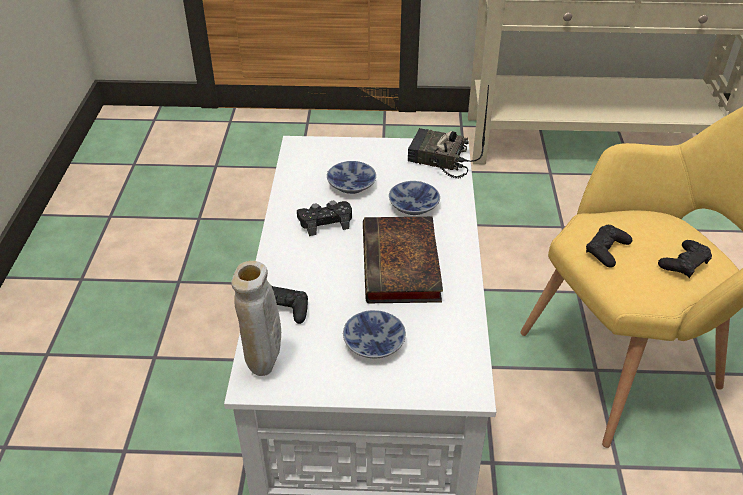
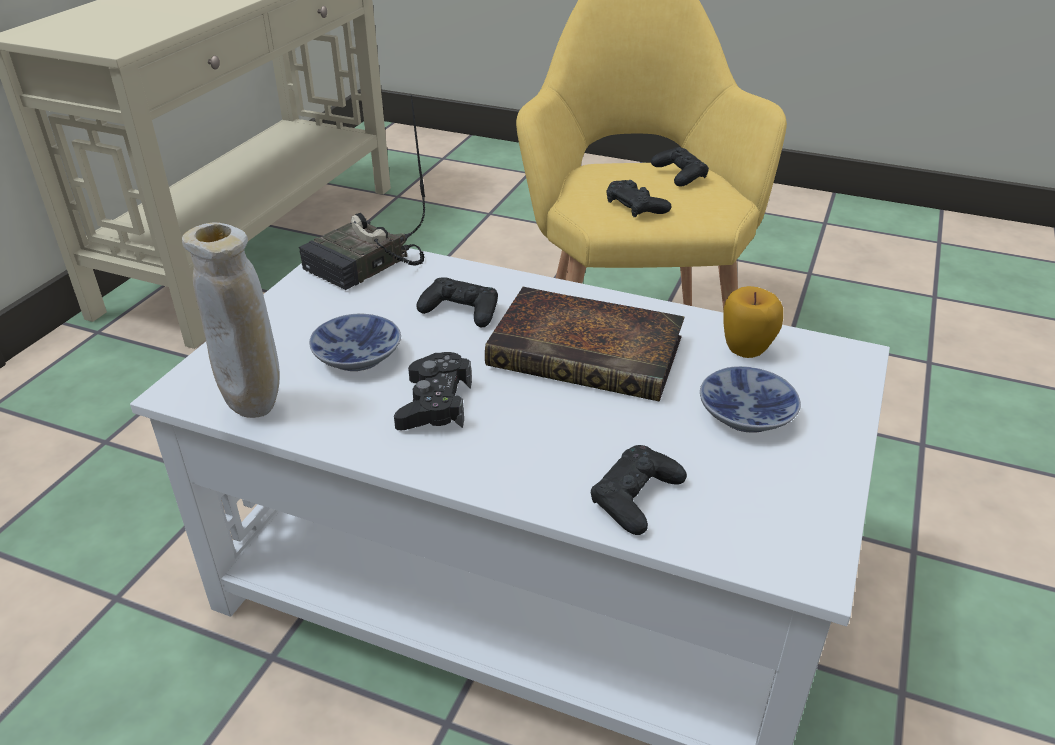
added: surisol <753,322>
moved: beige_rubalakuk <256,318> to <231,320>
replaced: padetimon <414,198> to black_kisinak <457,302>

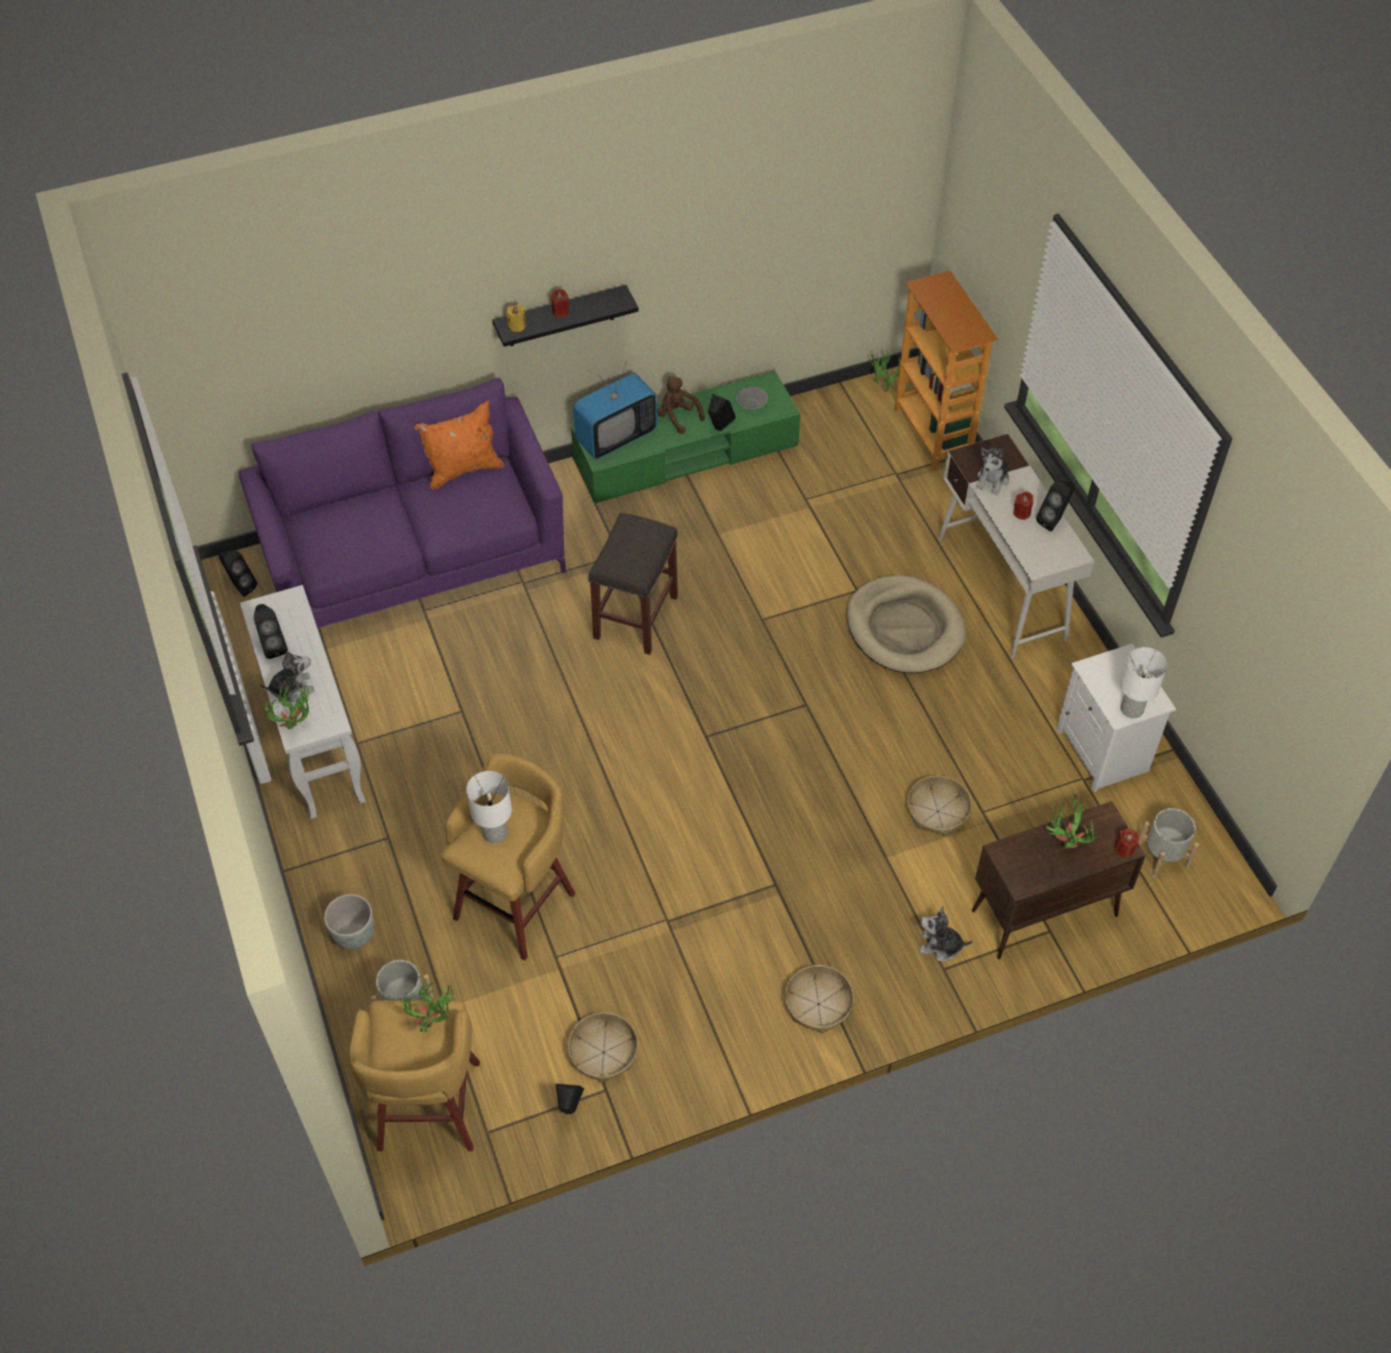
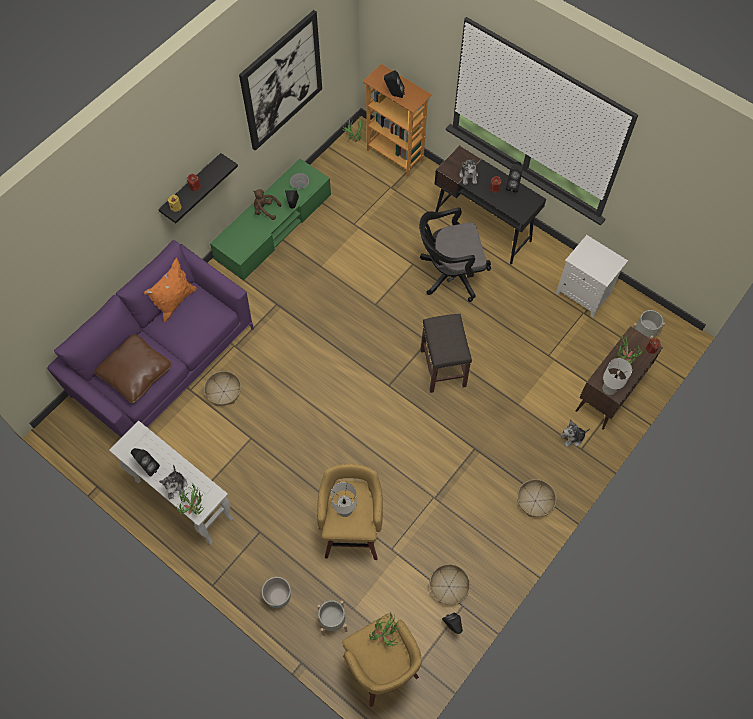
removed: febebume <615,410>
added: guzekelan <280,80>; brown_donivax <133,368>
moved: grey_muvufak <633,584> to <446,353>; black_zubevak <238,573> to <394,84>; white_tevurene <1143,682> to <617,376>; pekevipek <939,805> to <222,388>
replaced: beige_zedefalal <906,624> to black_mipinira <455,254>
recoloured: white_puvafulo <1016,545> to black_puvafulo <490,204>
turned: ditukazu <287,676> = <173,482> 135 degrees clockwise

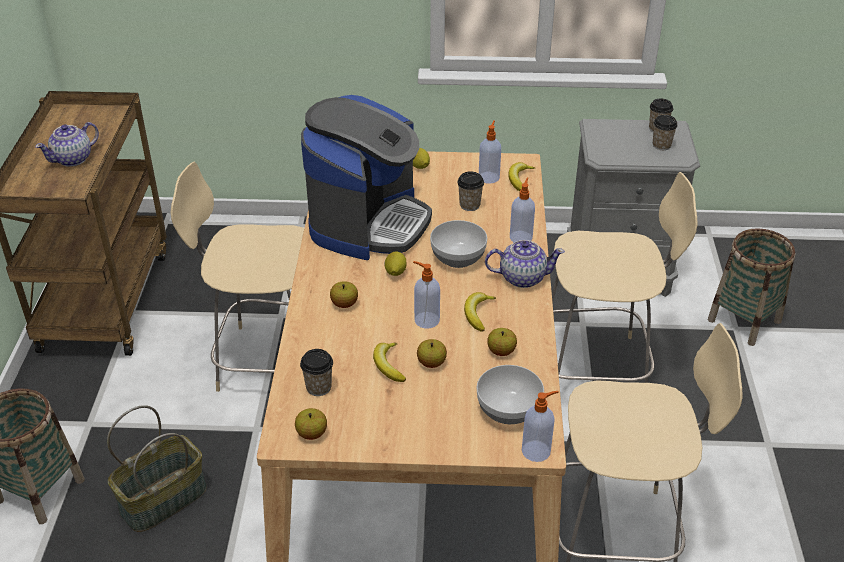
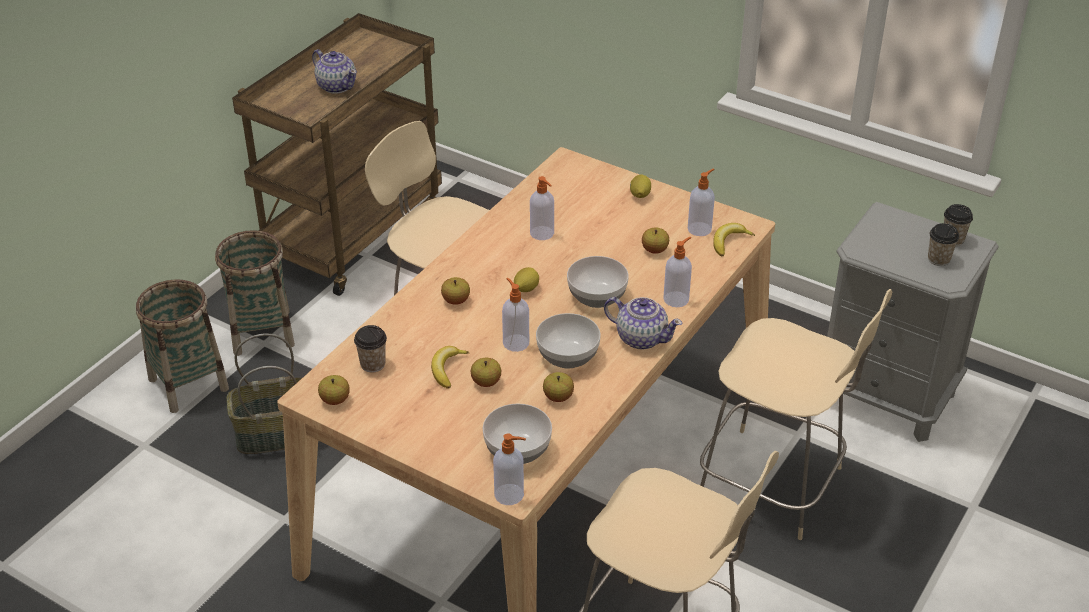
moved: pekevipek <752,287> to <255,293>
replaced: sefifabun <366,177> to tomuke <542,208>; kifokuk <470,191> to surisol <655,241>; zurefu <480,312> to padetimon <568,341>
turned: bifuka <67,144> = <334,71> 120 degrees counterclockwise

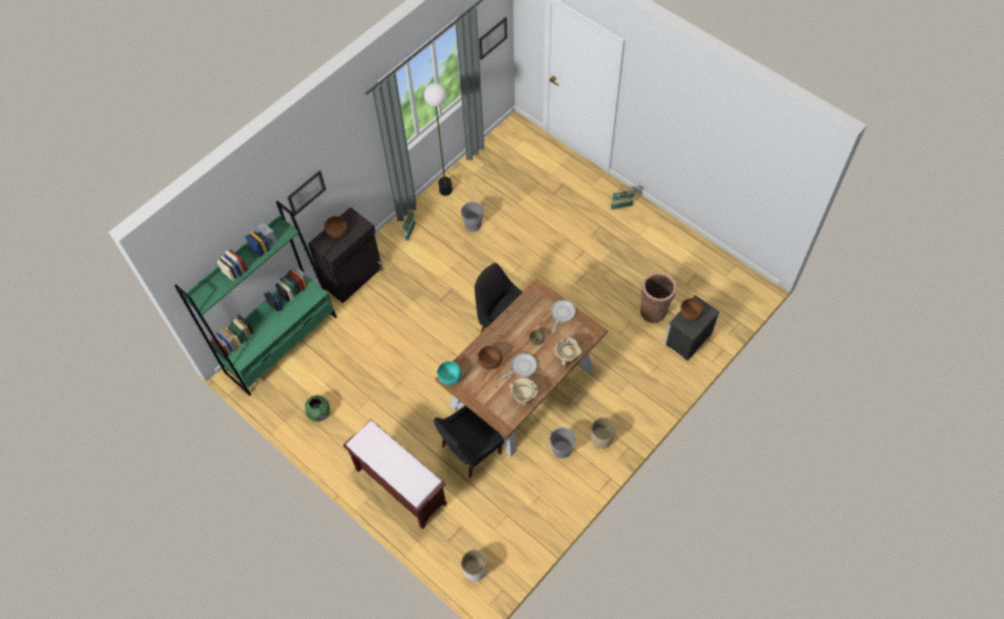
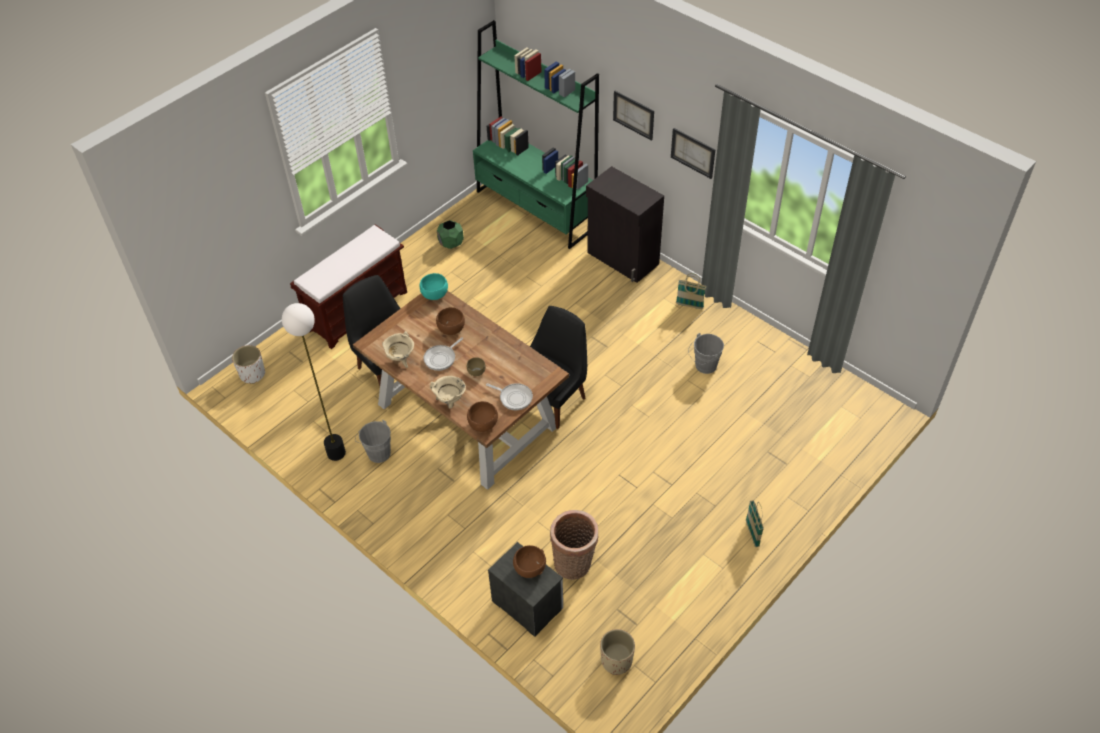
moved: guzekelan <493,38> to <693,153>; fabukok <438,139> to <314,382>; brown_padetimon <335,227> to <482,416>; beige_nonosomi <603,432> to <617,652>
turned: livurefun <519,366> = <443,354> 75 degrees clockwise

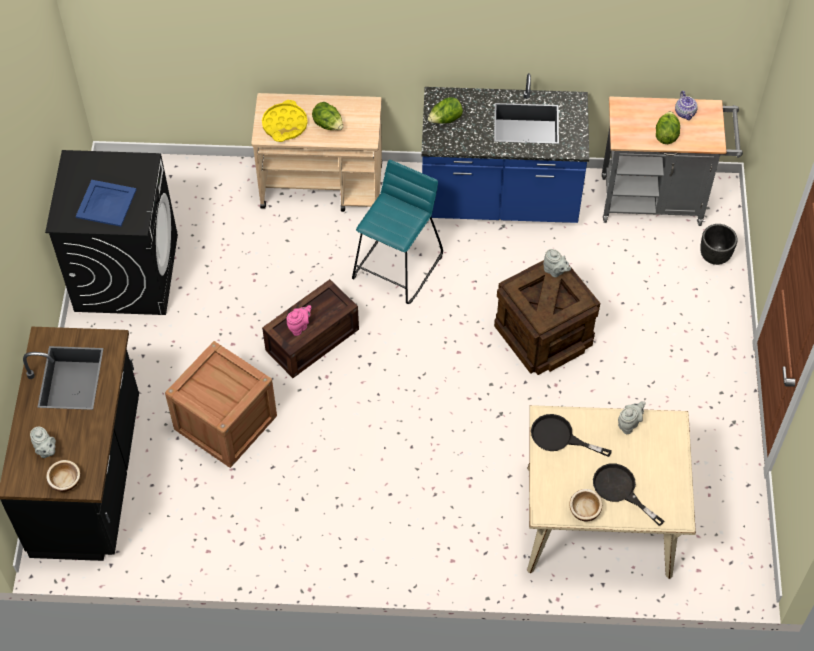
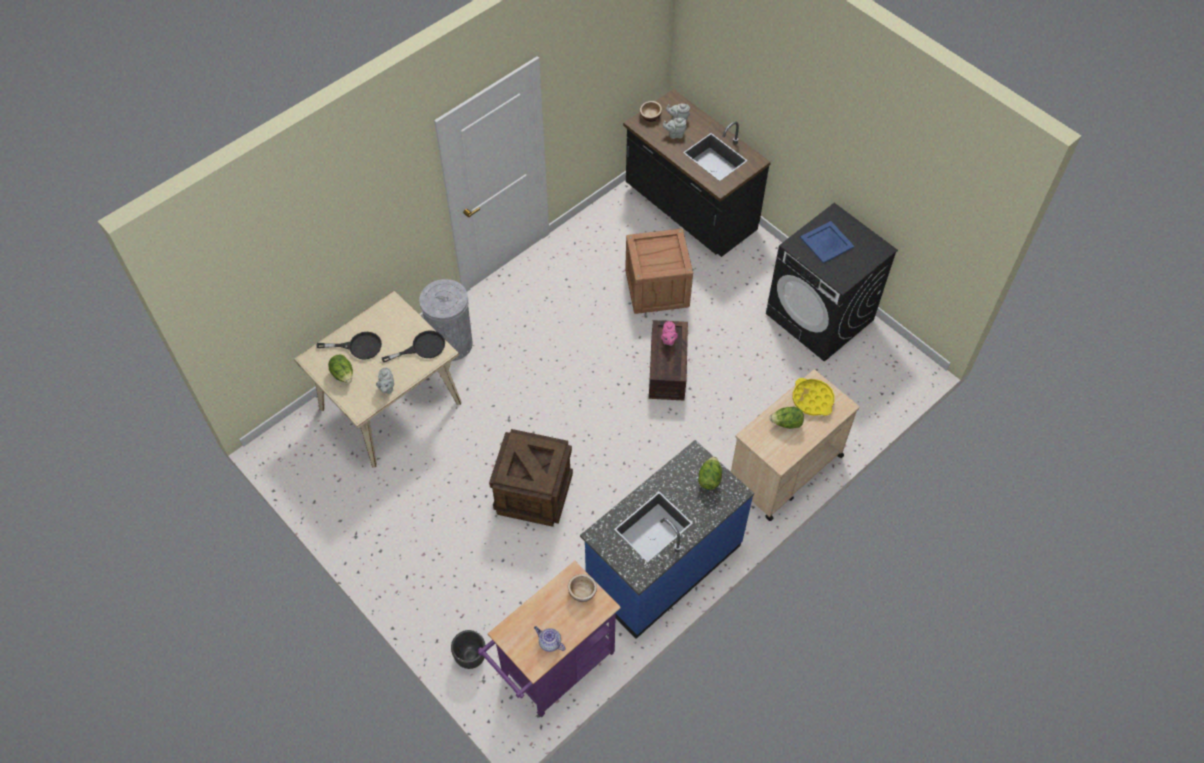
removed: turquoise_muvufak <397,232>
added: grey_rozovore <446,320>
moved: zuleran <668,127> to <340,369>; grey_bifuka <557,263> to <675,128>; padetimon <585,505> to <582,588>
recoloured: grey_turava <672,161> to purple_turava <549,639>

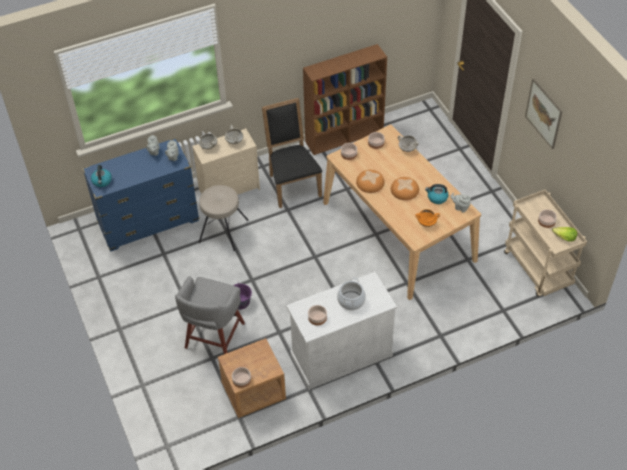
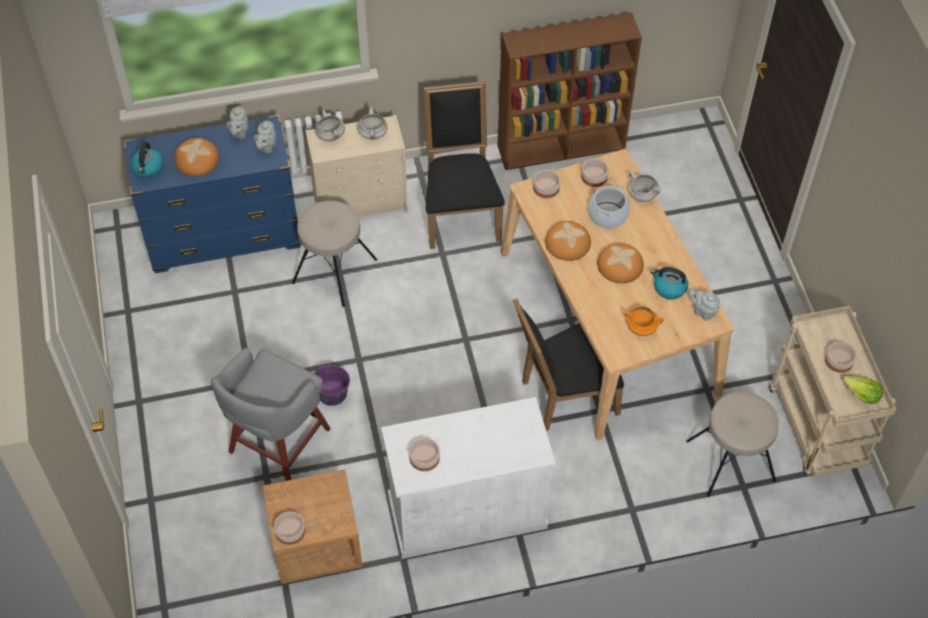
removed: guzekelan <543,113>
added: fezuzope <196,157>; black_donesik <568,364>; beige_muvufak <732,444>
moved: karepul <351,294> to <609,206>

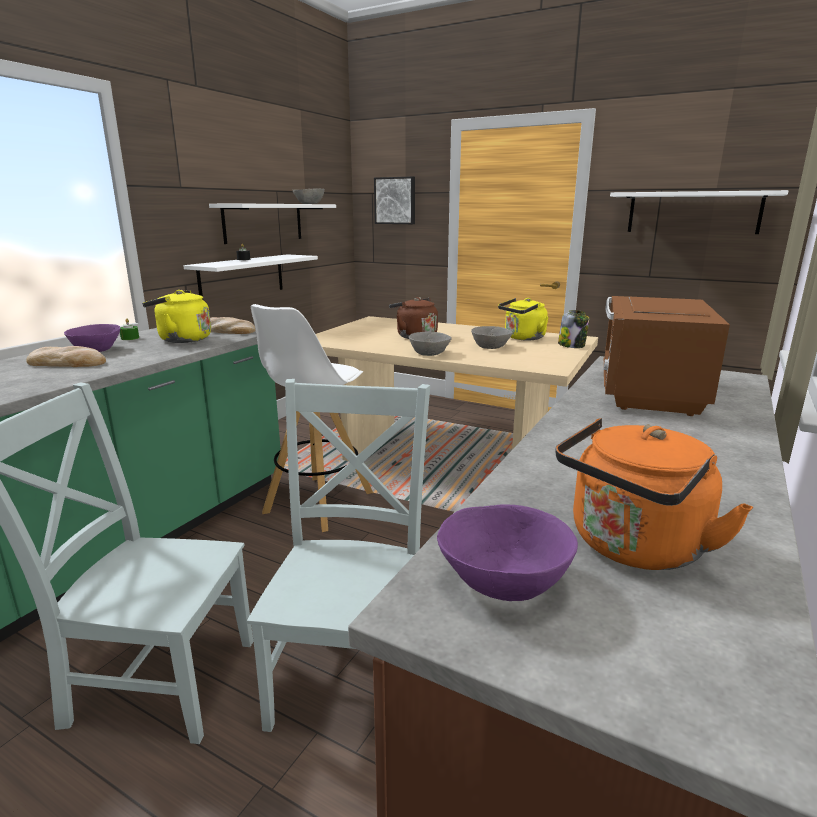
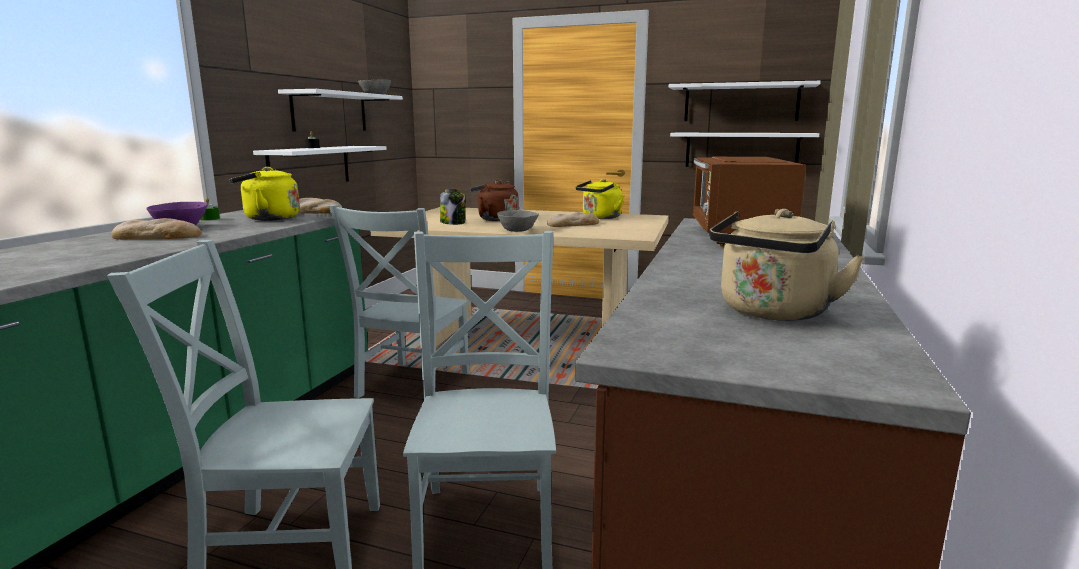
removed: guzekelan <394,200>; purple_padetimon <507,552>
added: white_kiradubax <744,150>
moved: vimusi <573,329> to <453,207>
replaced: white_muvufak <312,418> to grey_donesik <399,301>; grey_padetimon <492,337> to fezuzope <573,219>
recoloured: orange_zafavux <654,494> to beige_zafavux <787,265>

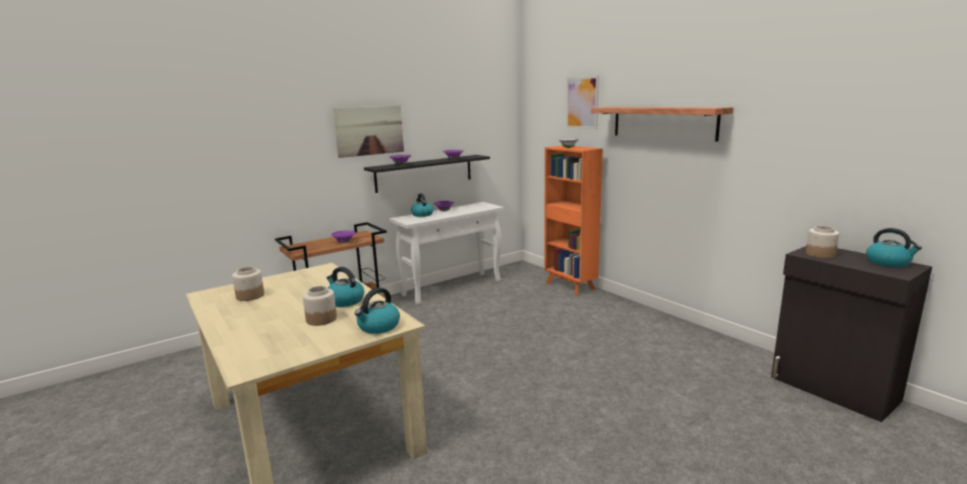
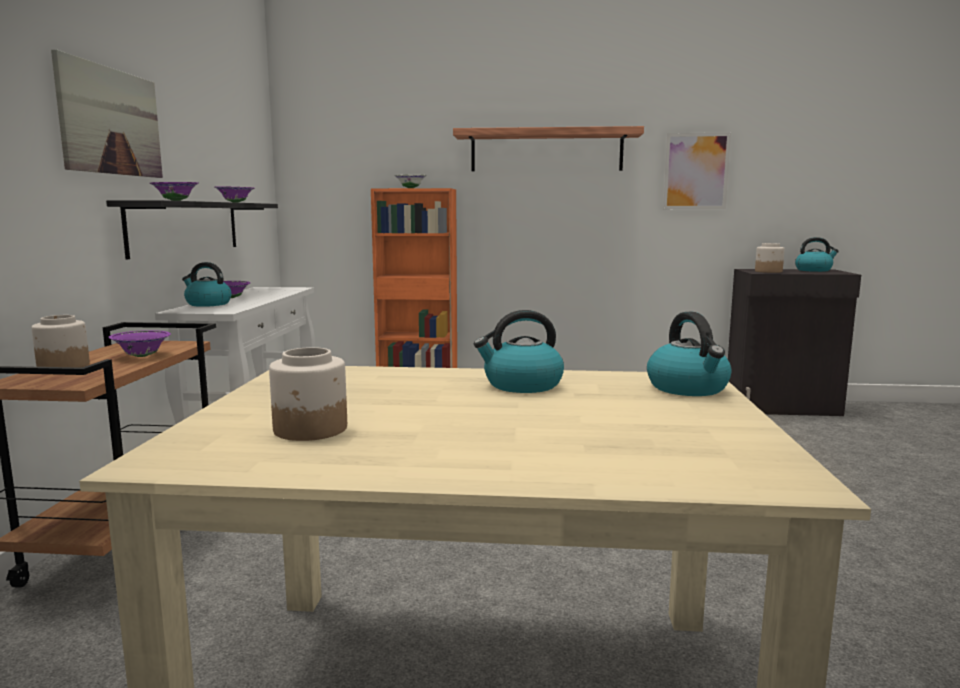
moved: guzekelan <582,102> to <697,171>; vimusi <320,306> to <61,341>

